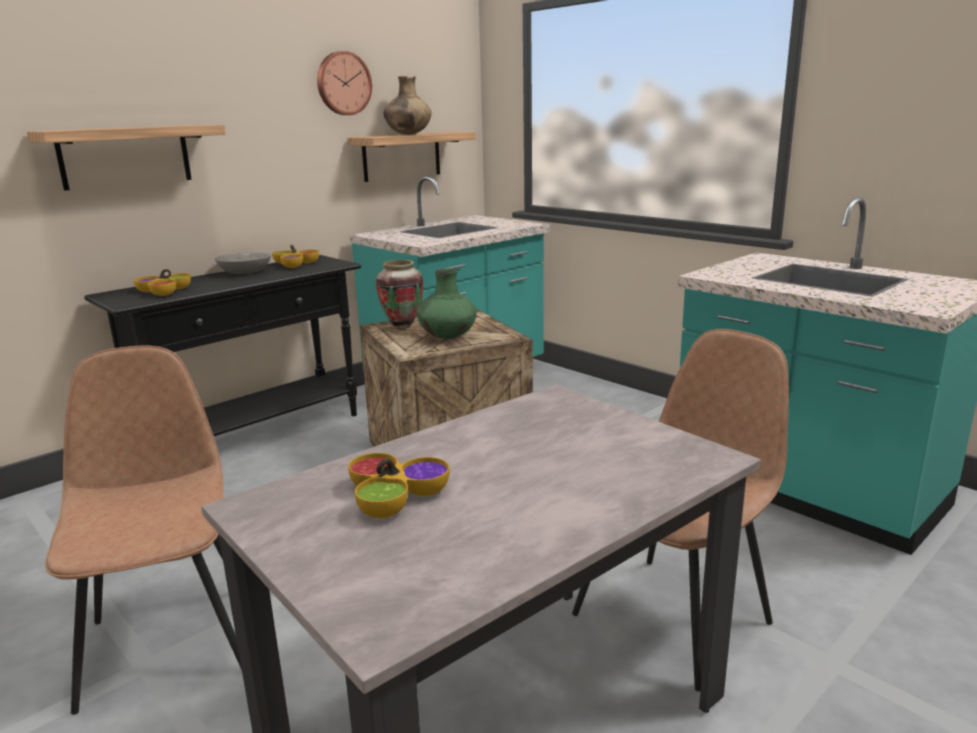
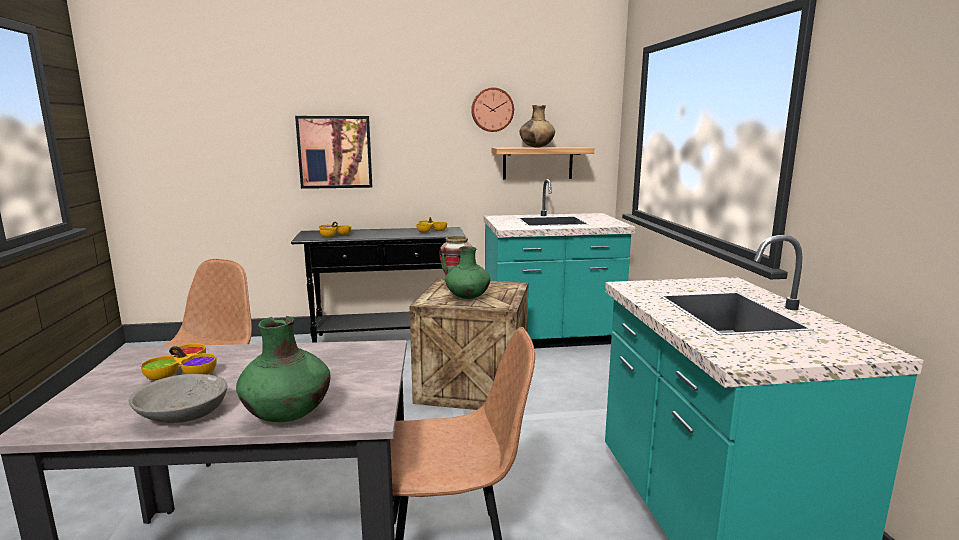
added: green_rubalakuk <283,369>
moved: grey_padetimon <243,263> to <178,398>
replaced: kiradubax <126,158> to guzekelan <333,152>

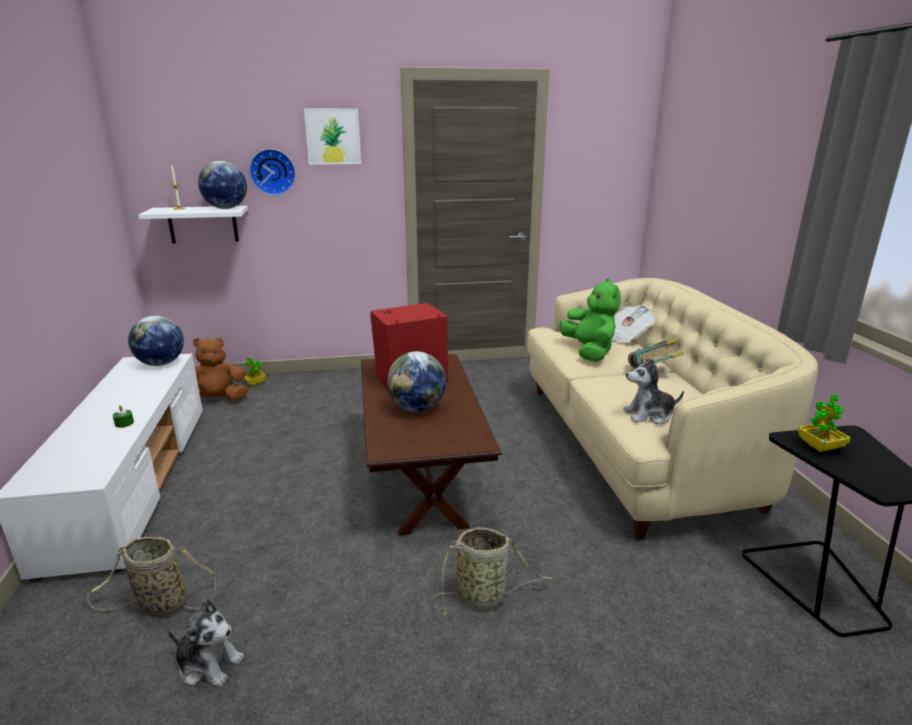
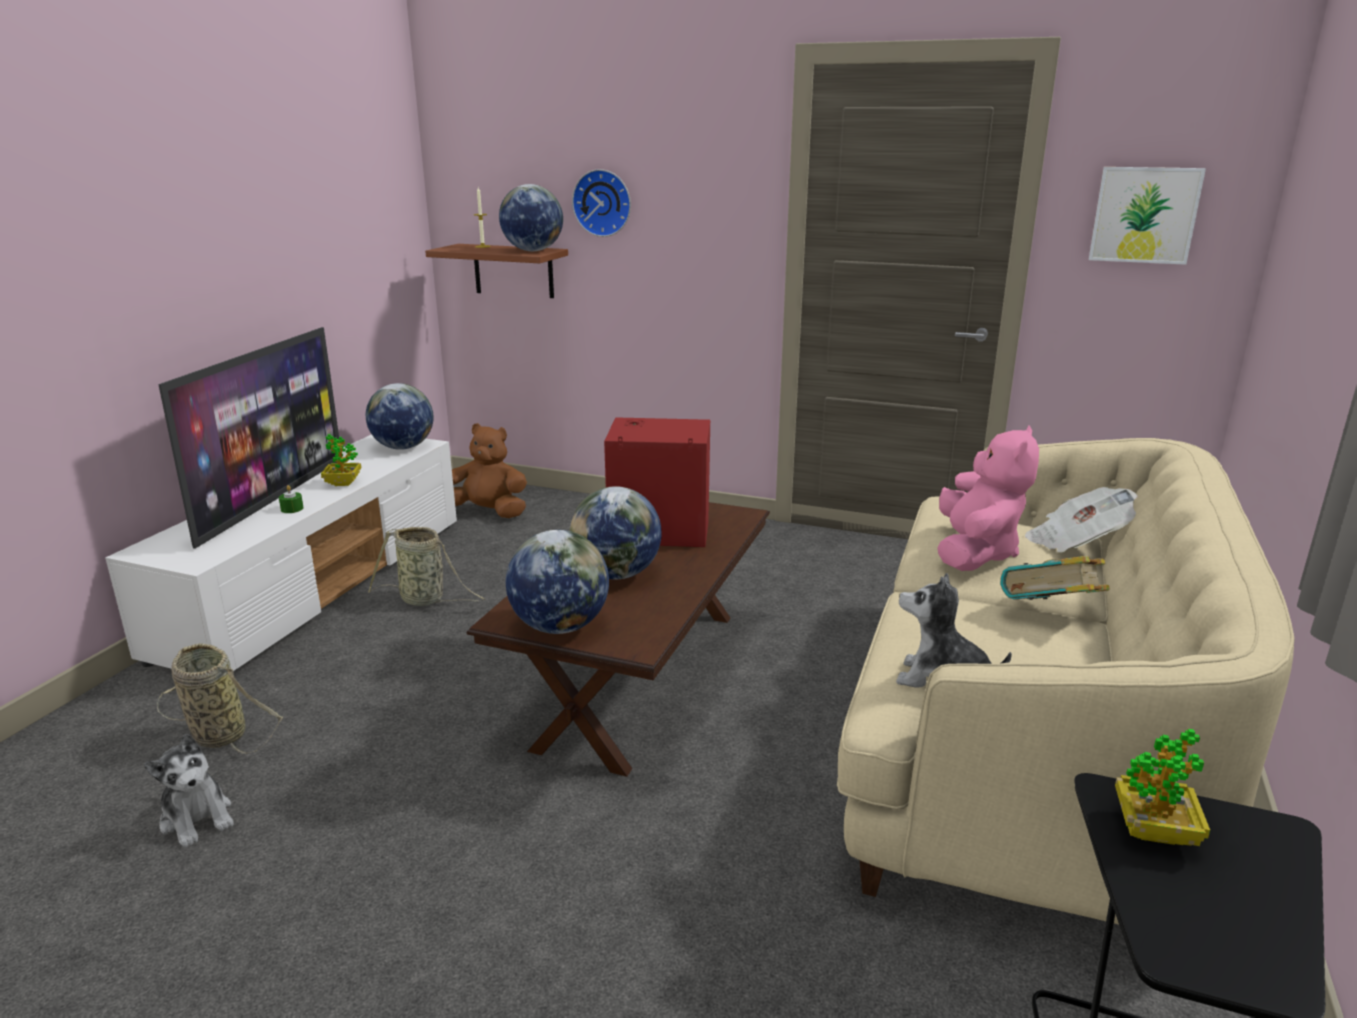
added: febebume <248,438>; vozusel <557,582>
moved: guzekelan <332,137> to <1147,216>; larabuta <255,371> to <341,460>; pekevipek <492,571> to <427,566>
recoloured: white_kiradubax <193,224> to brown_kiradubax <496,271>; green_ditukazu <590,320> to pink_ditukazu <988,498>

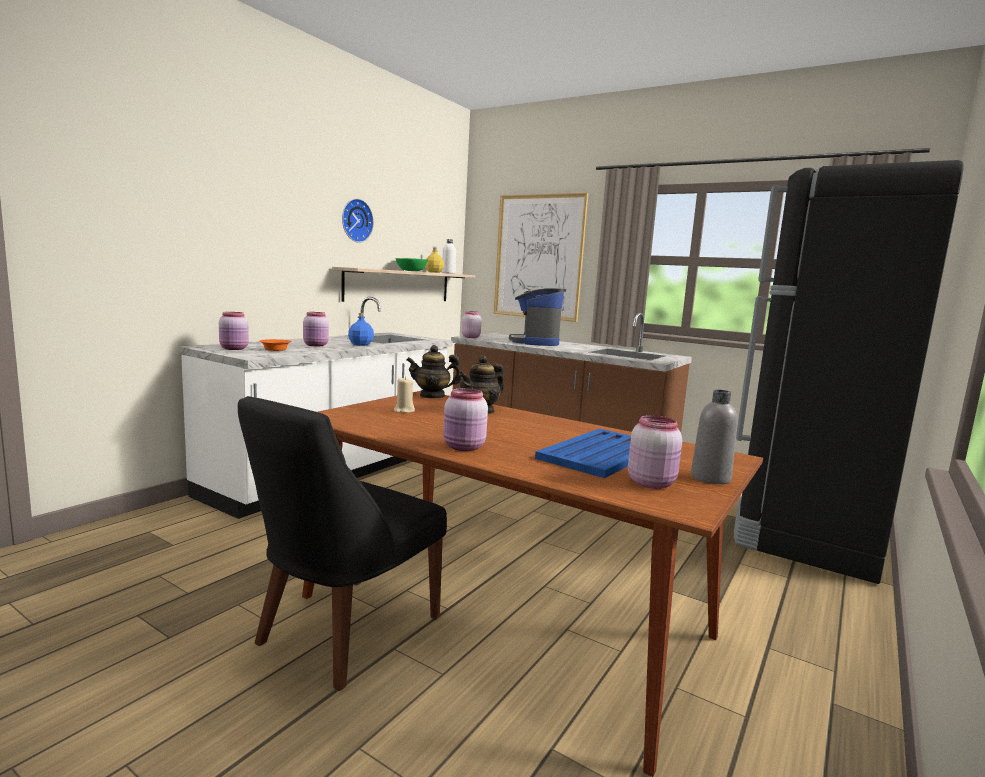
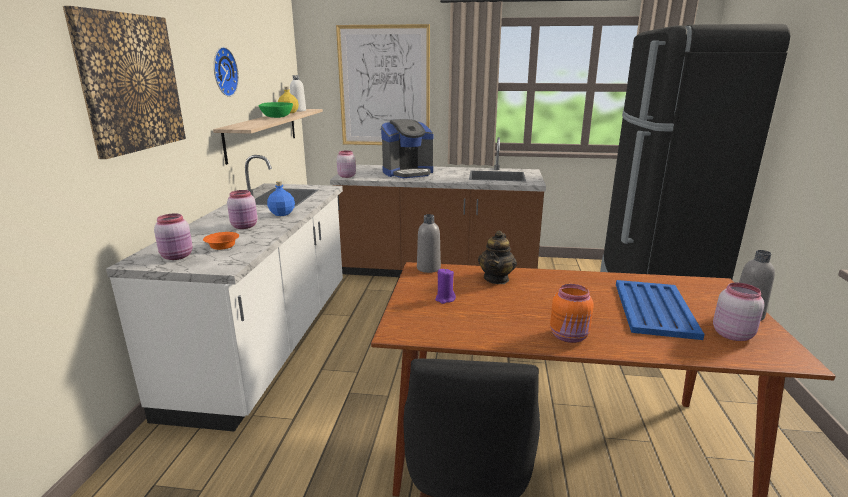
added: guzekelan <124,82>
replaced: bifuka <434,372> to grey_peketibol <429,243>
recoloured: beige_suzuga <404,395> to purple_suzuga <445,286>; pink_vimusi <465,419> to orange_vimusi <572,313>
turned: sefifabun <537,317> = <407,148> 90 degrees counterclockwise

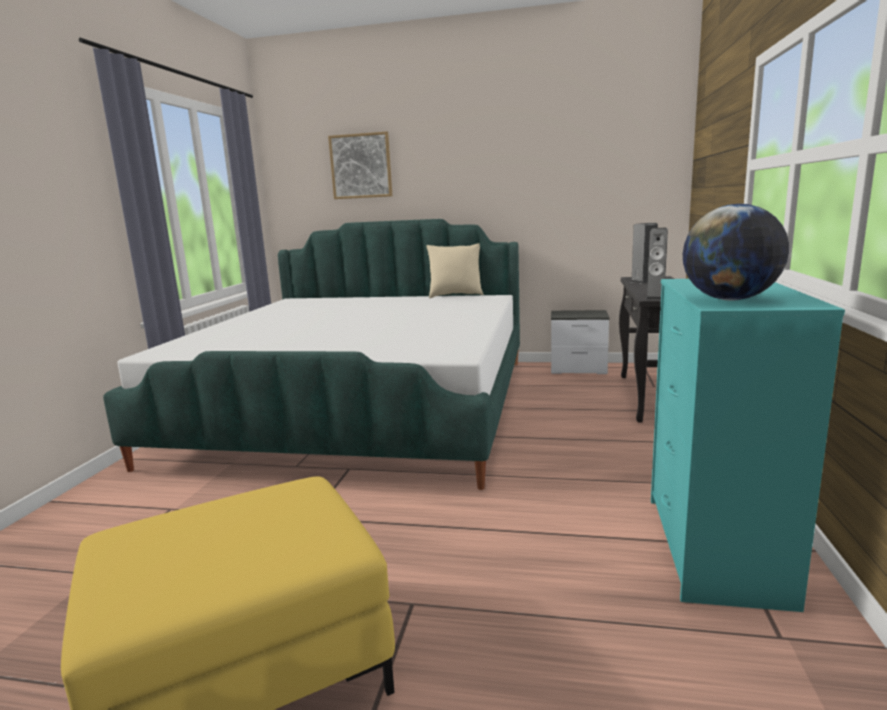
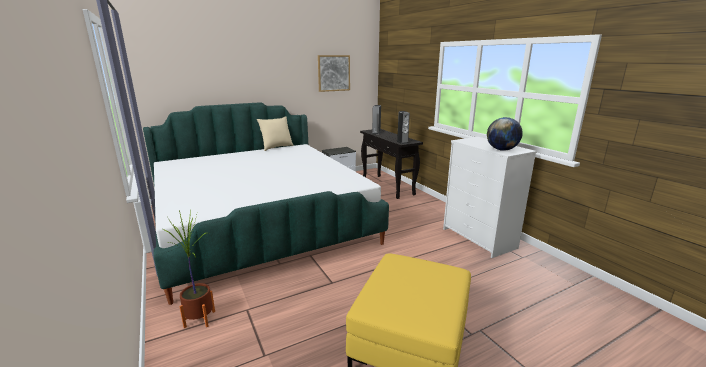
added: larabuta <188,268>
moved: guzekelan <360,165> to <334,73>
recoloured: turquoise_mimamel <748,445> to white_mimamel <490,197>

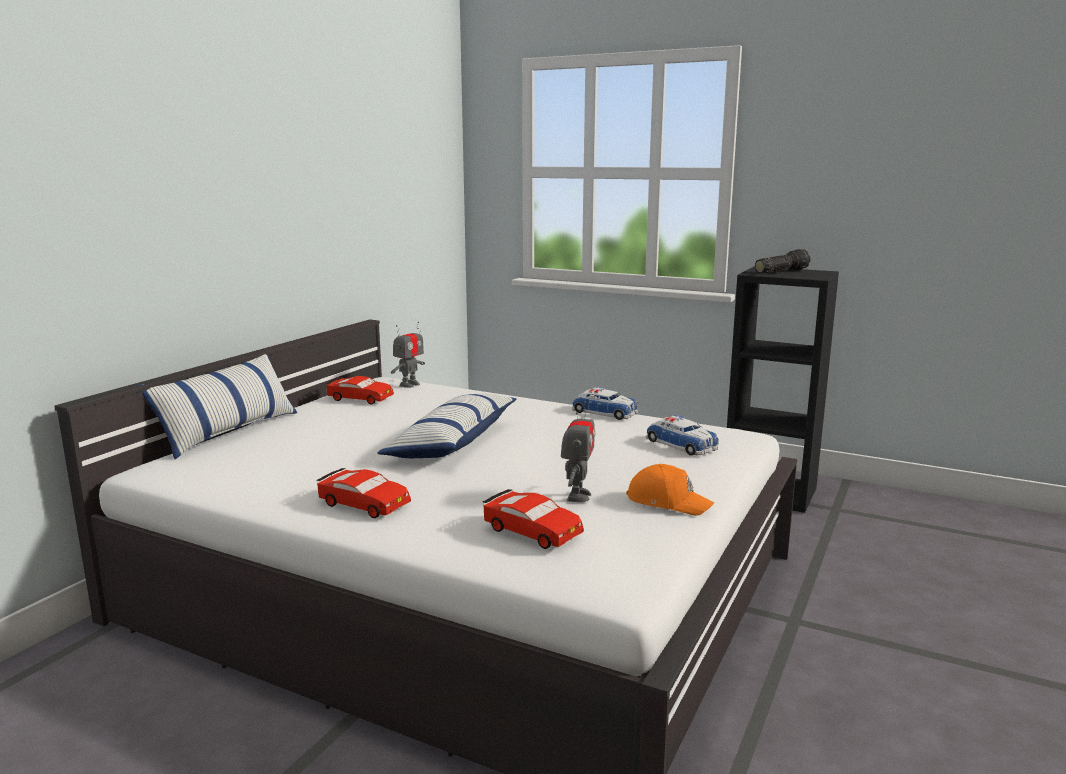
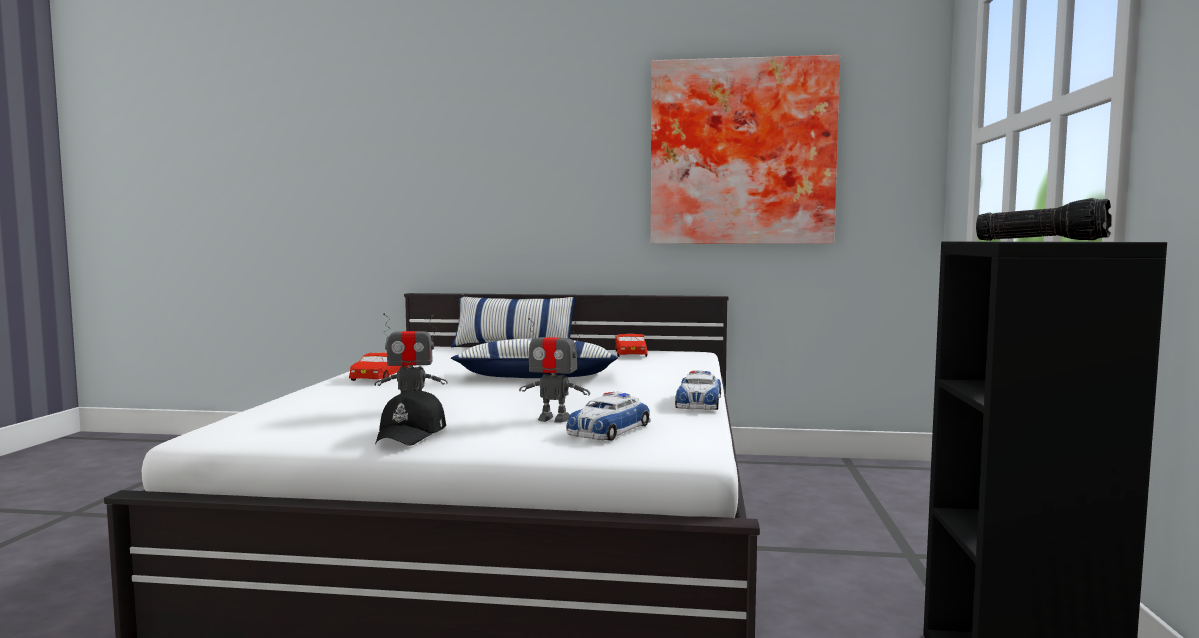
removed: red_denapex <533,519>
added: guzekelan <745,149>
moved: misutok <408,355> to <554,370>
recoloured: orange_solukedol <670,490> to black_solukedol <410,417>

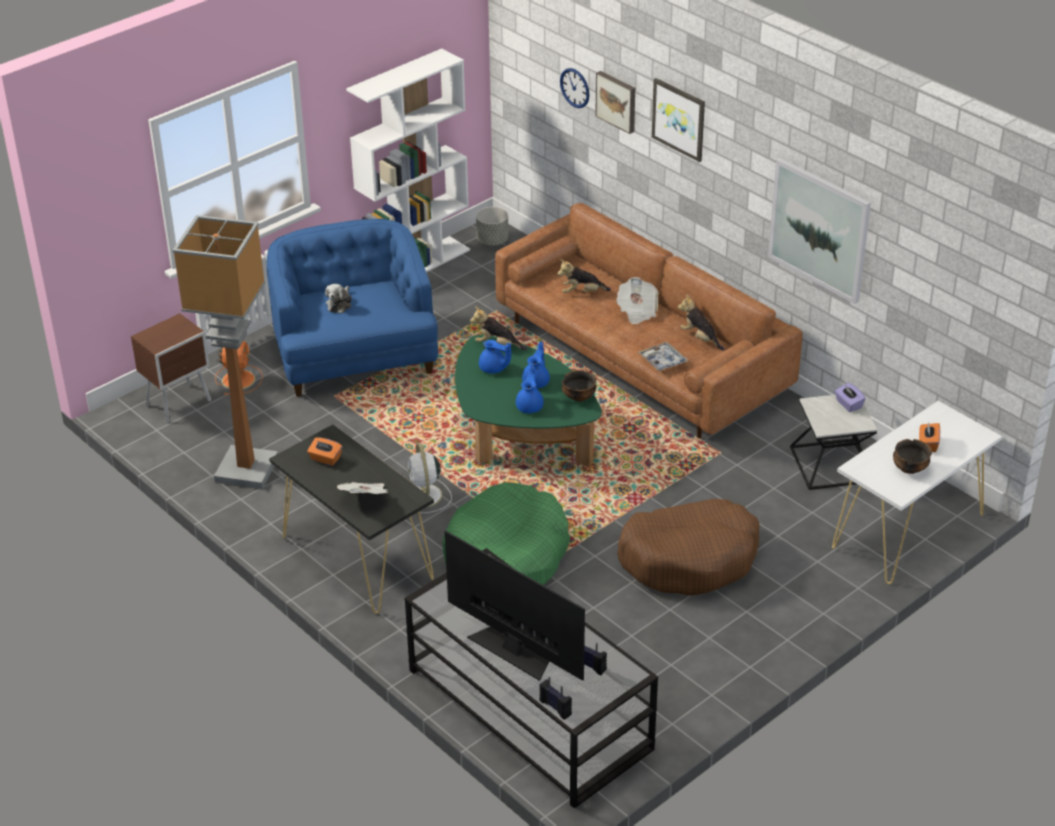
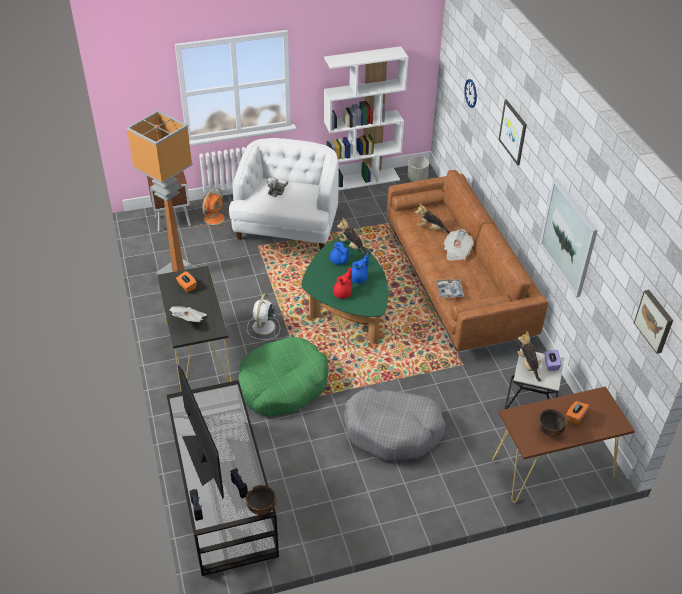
moved: guzekelan <615,102> to <653,322>; ditukazu <701,322> to <529,356>; padetimon <579,386> to <261,500>
recoloured: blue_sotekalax <352,308> to white_sotekalax <284,194>; blue_bifuka <530,389> to red_bifuka <342,283>; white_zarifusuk <917,492> to brown_zarifusuk <563,444>; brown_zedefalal <688,547> to grey_zedefalal <395,424>

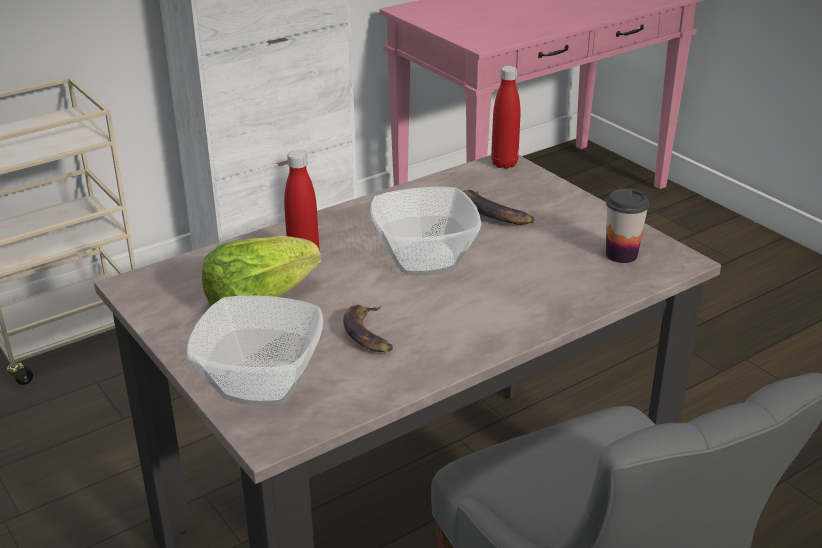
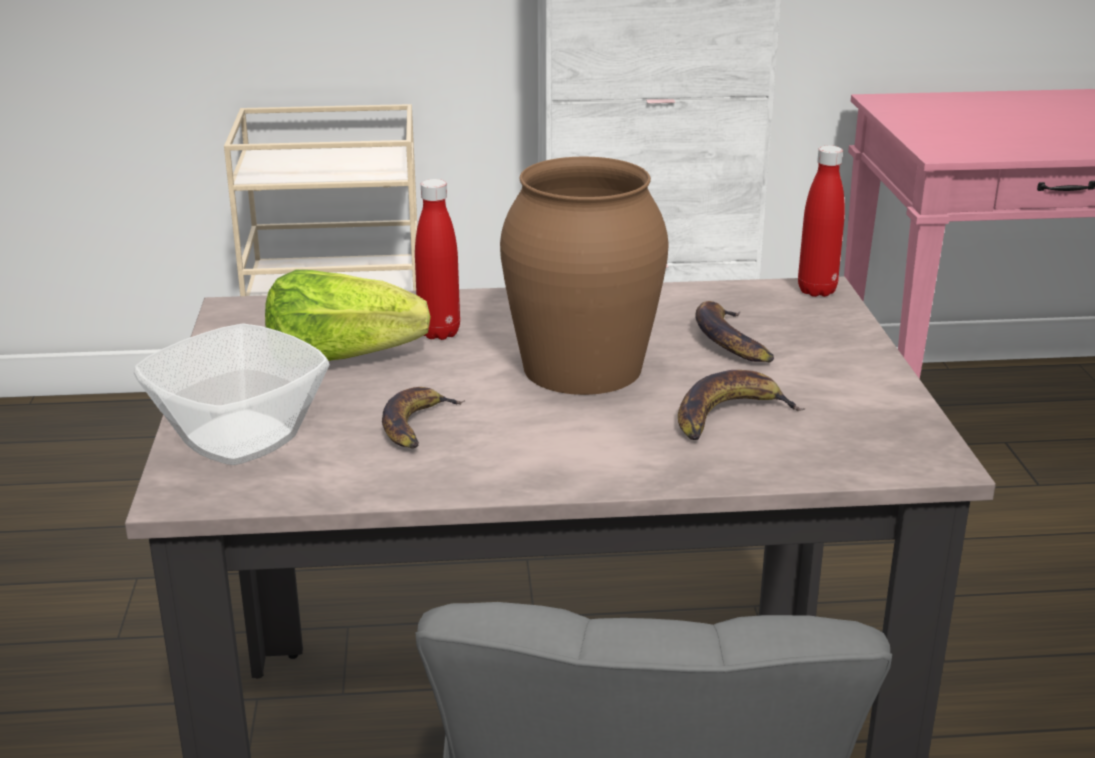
removed: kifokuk <627,225>
added: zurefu <741,405>
replaced: padetimon <425,231> to brown_rubalakuk <584,276>

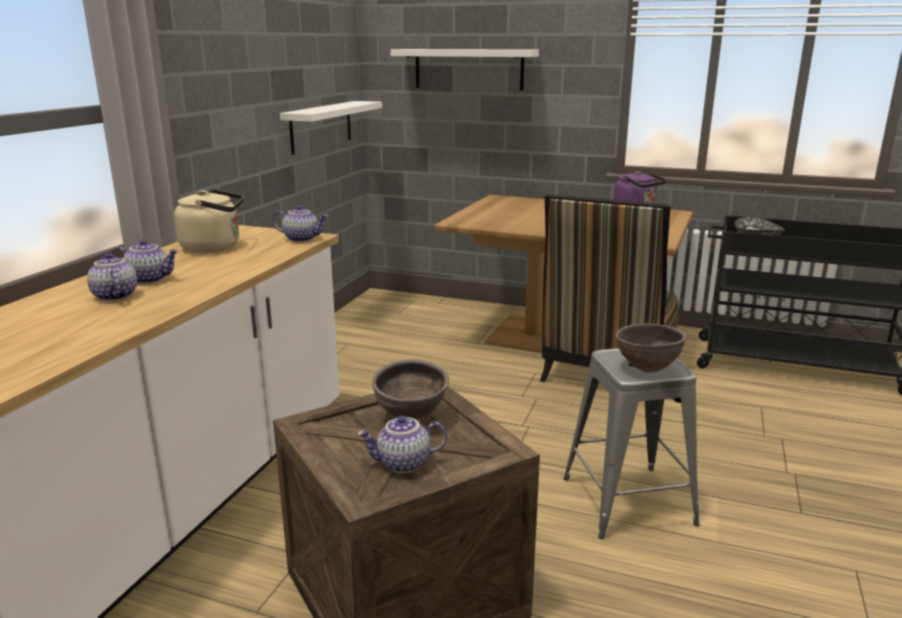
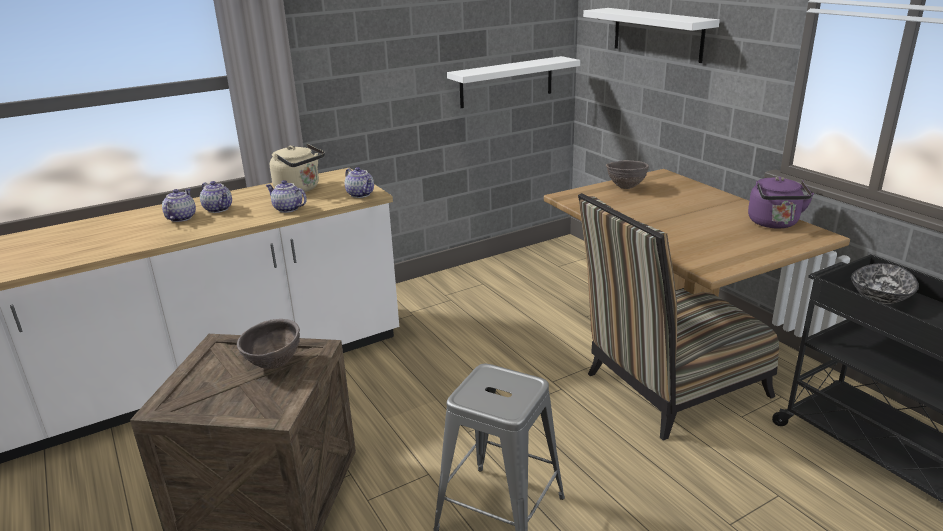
moved: brown_padetimon <651,348> to <627,174>; bifuka <402,444> to <286,196>

